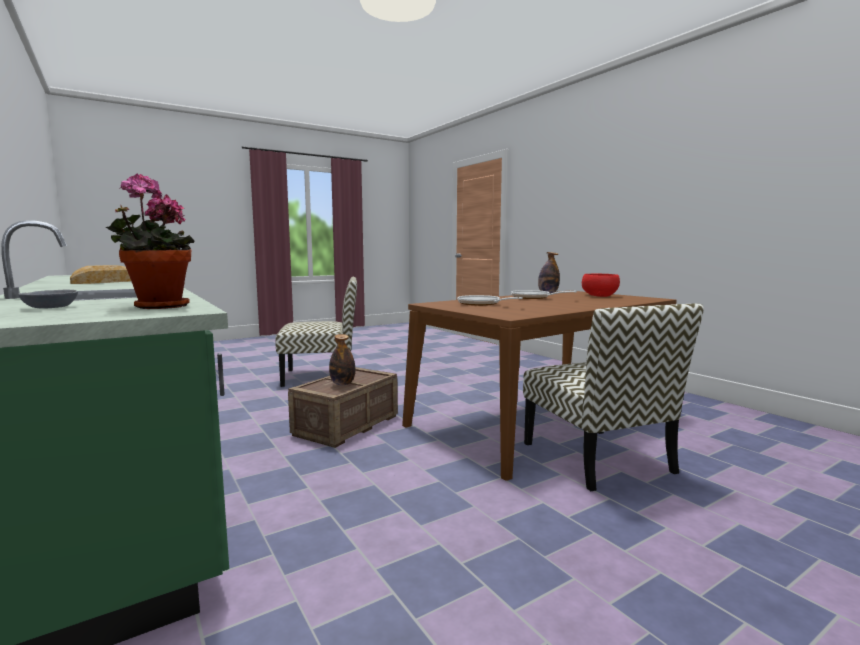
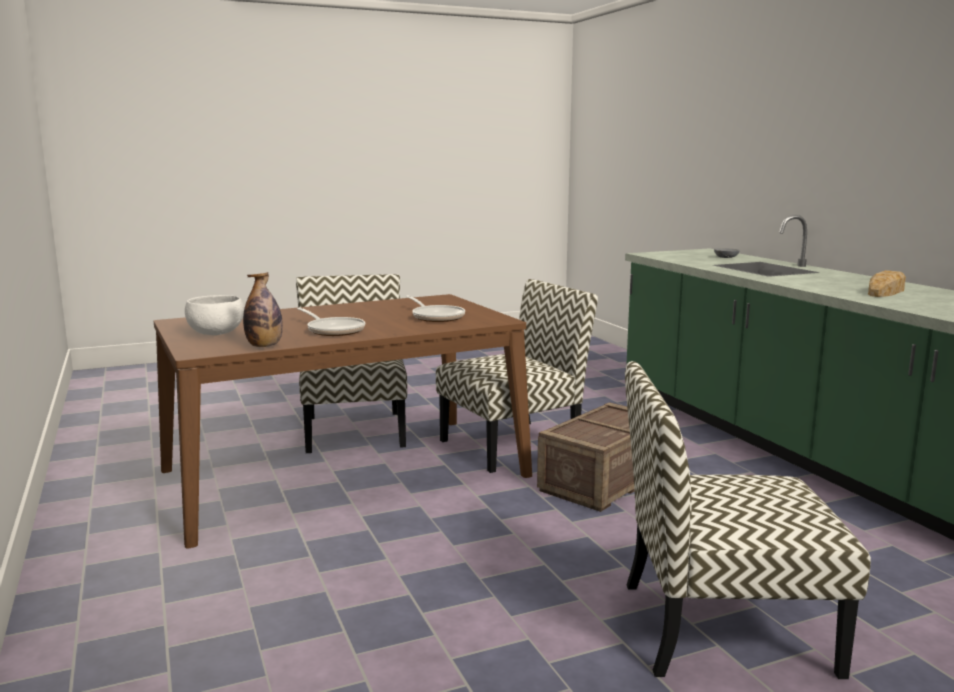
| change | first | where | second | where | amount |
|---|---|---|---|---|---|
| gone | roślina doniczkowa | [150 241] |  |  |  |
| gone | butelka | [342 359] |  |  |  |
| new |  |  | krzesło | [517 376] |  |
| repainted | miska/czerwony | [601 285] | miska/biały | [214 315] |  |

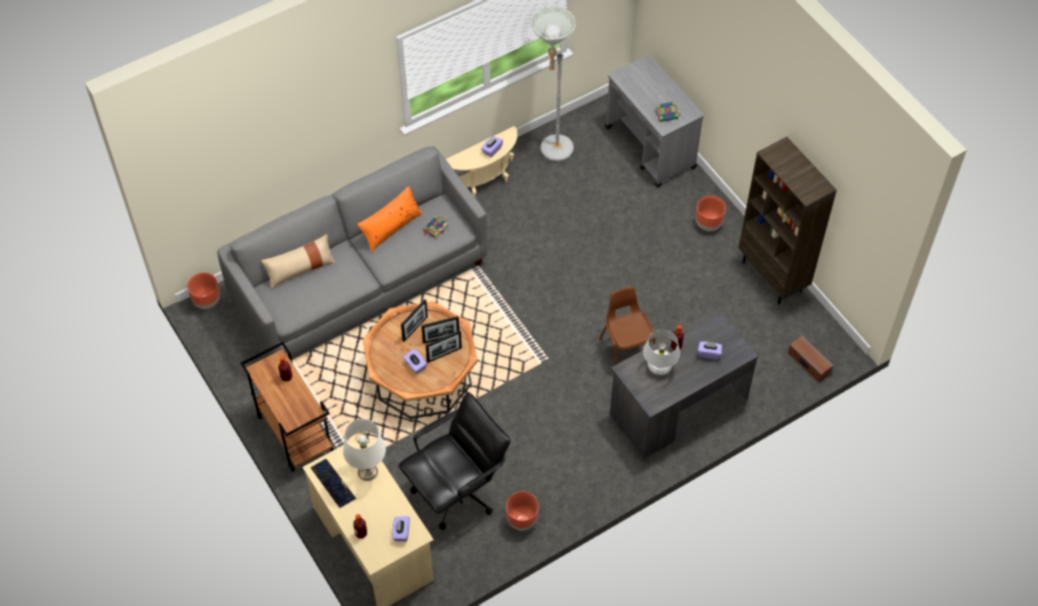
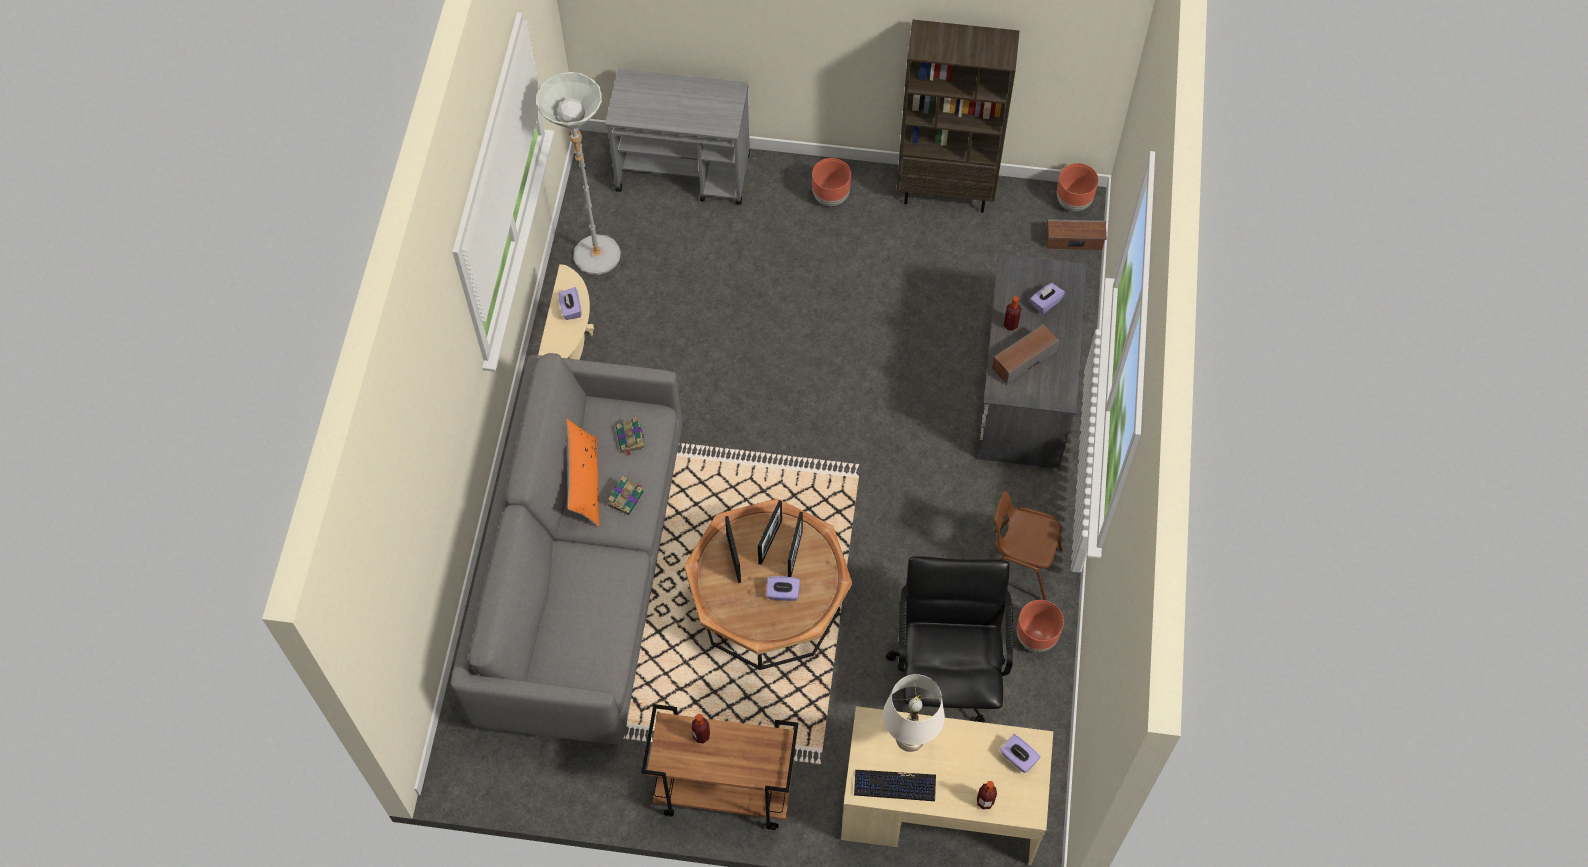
| change | first | where | second | where | amount |
|---|---|---|---|---|---|
| gone | poduszka/beżowy | [298 261] |  |  |  |
| shifted | donica/brązowy | [203 291] |  | [1078 187] |  |
| shifted | krzesło/brązowy | [627 326] |  | [1028 546] |  |
| shifted | książka | [668 111] |  | [625 495] |  |
| swapped | lampa stołowa/biały | [661 352] | głośnik | [1026 354] |  |

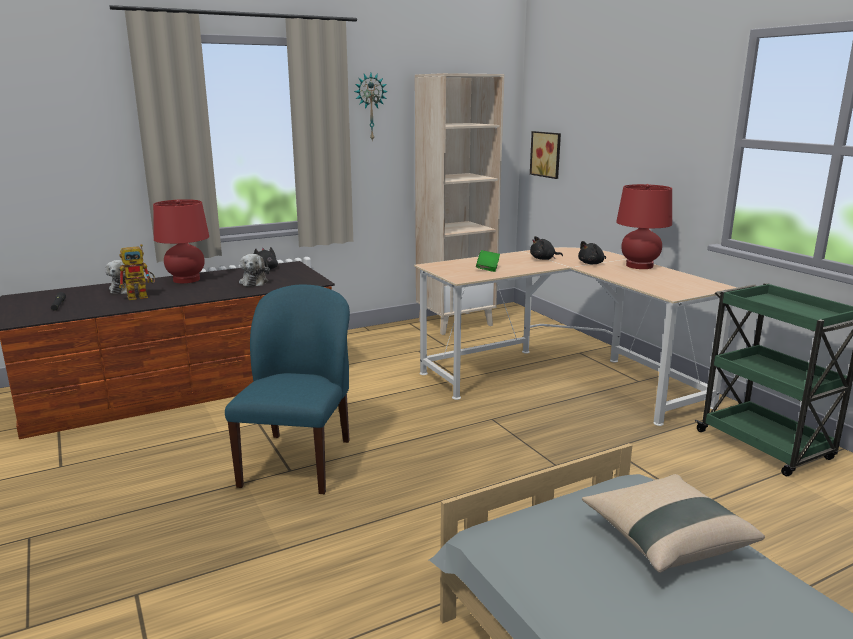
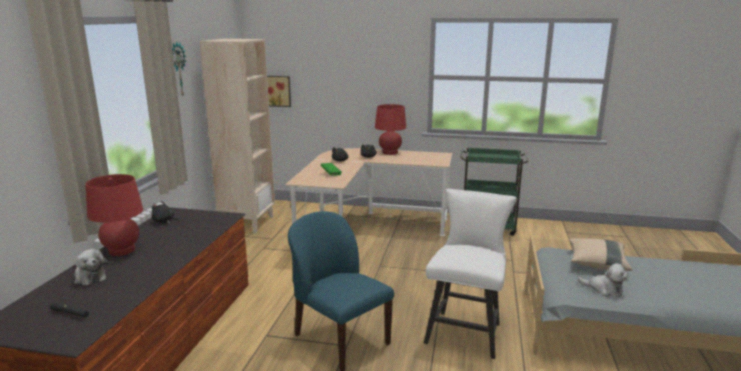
| change | first | where | second | where | amount |
|---|---|---|---|---|---|
| gone | robot zabawkowy | [137 272] |  |  |  |
| new |  |  | krzesło/biały | [470 274] |  |
| shifted | pluszak | [254 270] |  | [603 280] |  |

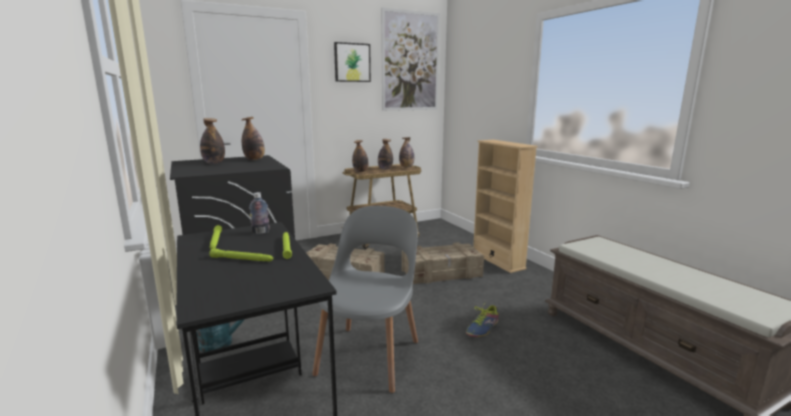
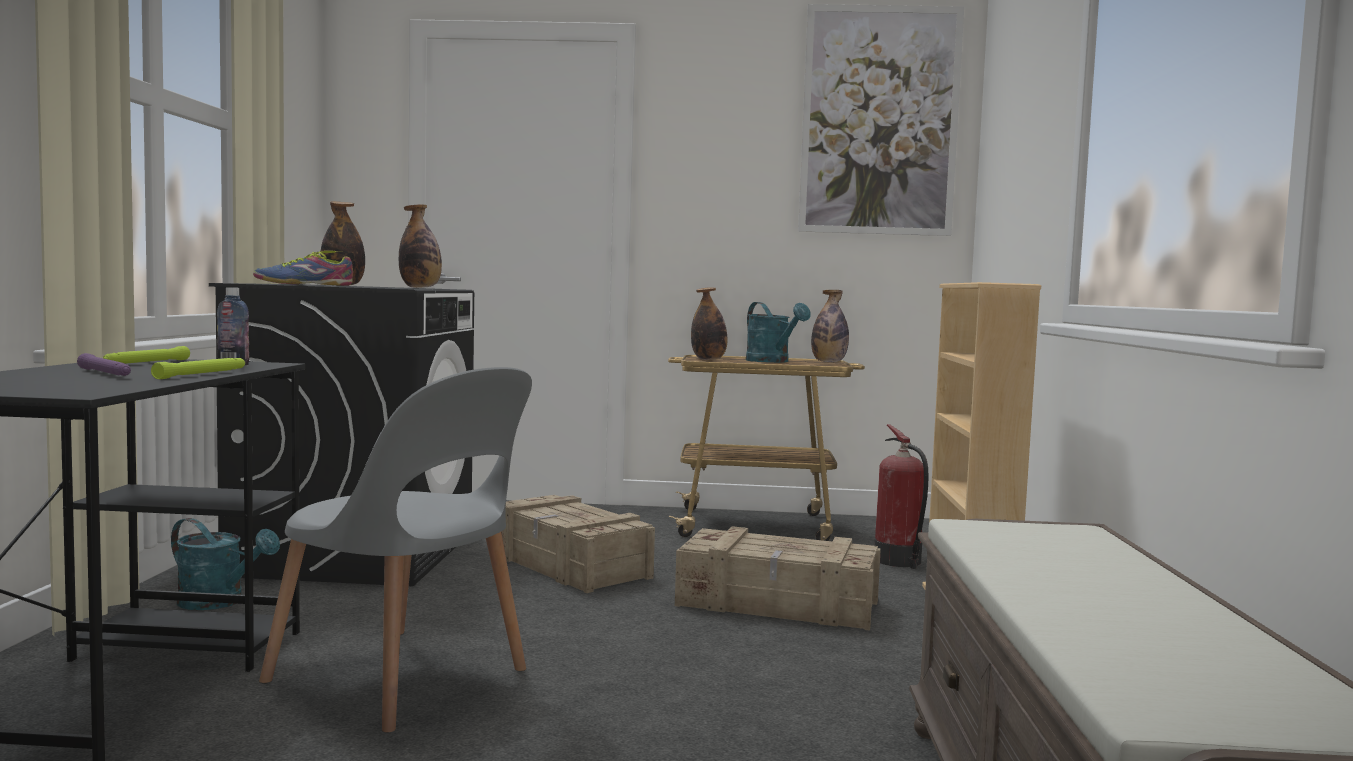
| change | first | where | second | where | amount |
|---|---|---|---|---|---|
| gone | obraz | [352 62] |  |  |  |
| new |  |  | gaśnica | [901 496] |  |
| shifted | but | [482 319] |  | [303 268] |  |
| swapped | butelka | [385 154] | konewka/turkusowy | [778 332] |  |
| repainted | latarka/zielony | [241 254] | latarka/fioletowy | [104 364] |  |
| rotated | krzesło/szary | [365 299] |  | [395 550] | 75 degrees clockwise |

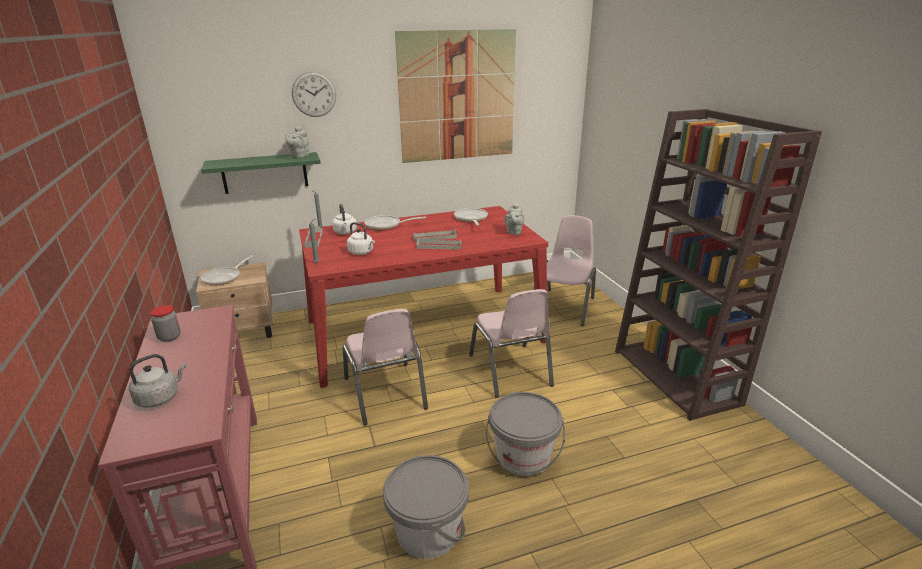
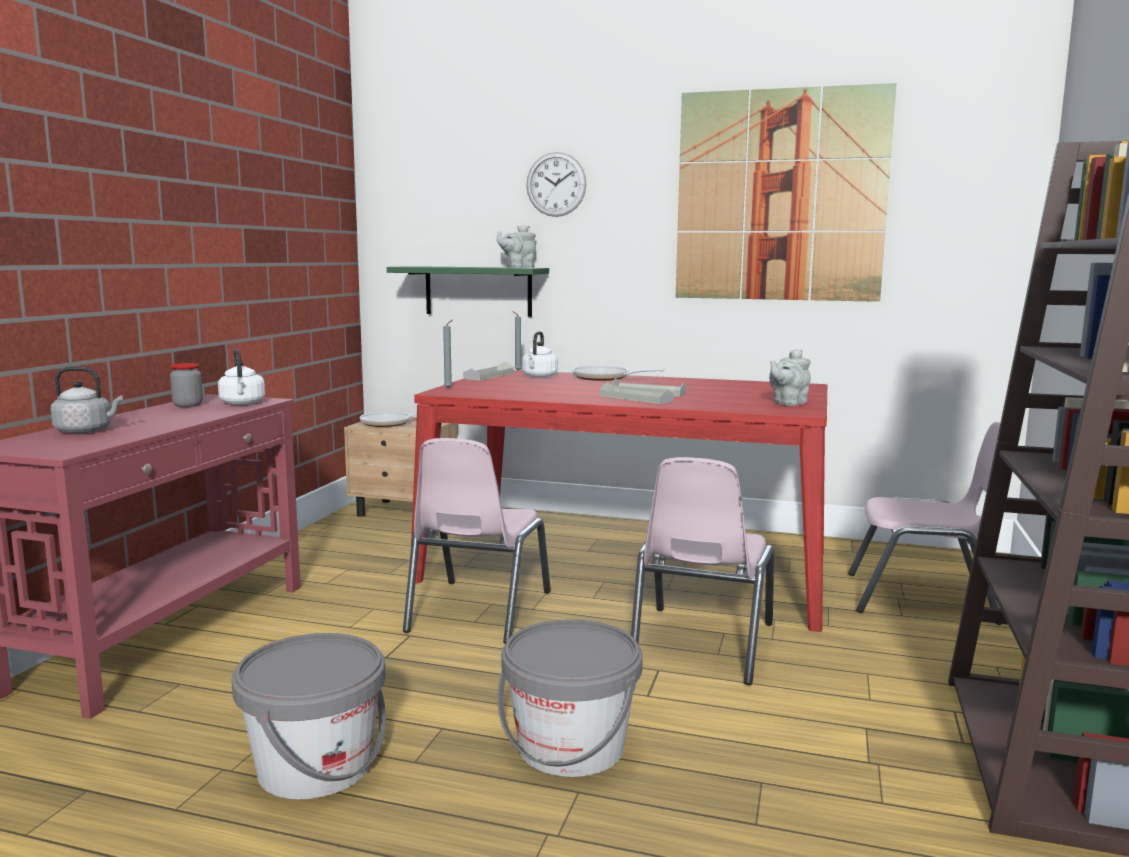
| change | first | where | second | where | amount |
|---|---|---|---|---|---|
| gone | patelnia | [471 217] |  |  |  |
| shifted | czajnik/biały | [361 238] |  | [241 377] |  |
| rotated | krzesło/różowy | [565 270] |  | [924 523] | 45 degrees clockwise |

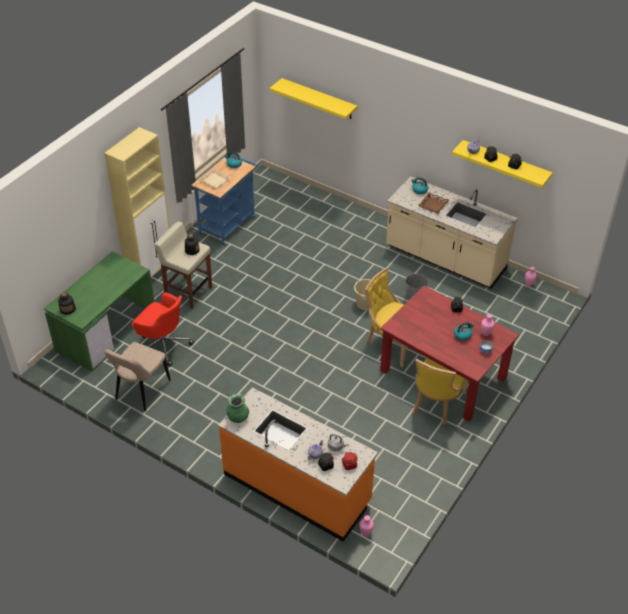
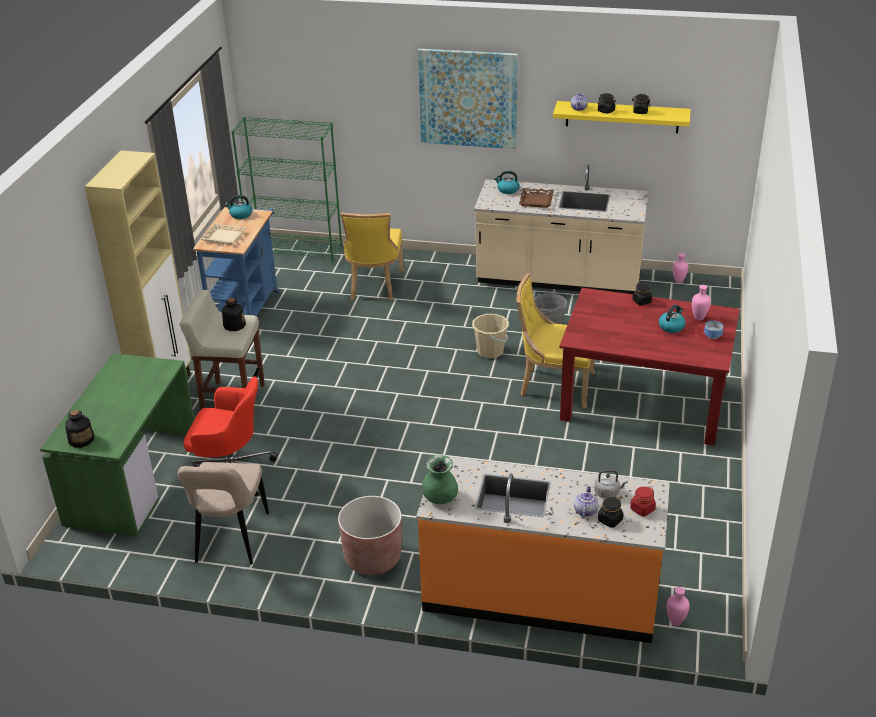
| change | first | where | second | where | amount |
|---|---|---|---|---|---|
| gone | półka/żółty | [314 98] |  |  |  |
| new |  |  | regał/zielony | [286 190] |  |
| new |  |  | donica/brązowy | [370 535] |  |
| new |  |  | obraz | [468 99] |  |
| shifted | krzesło/żółty | [440 391] |  | [372 256] |  |

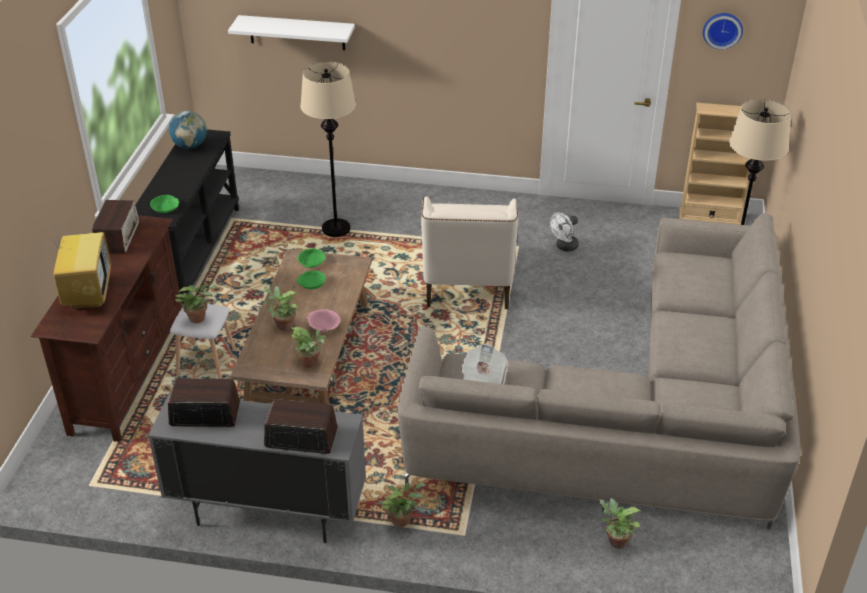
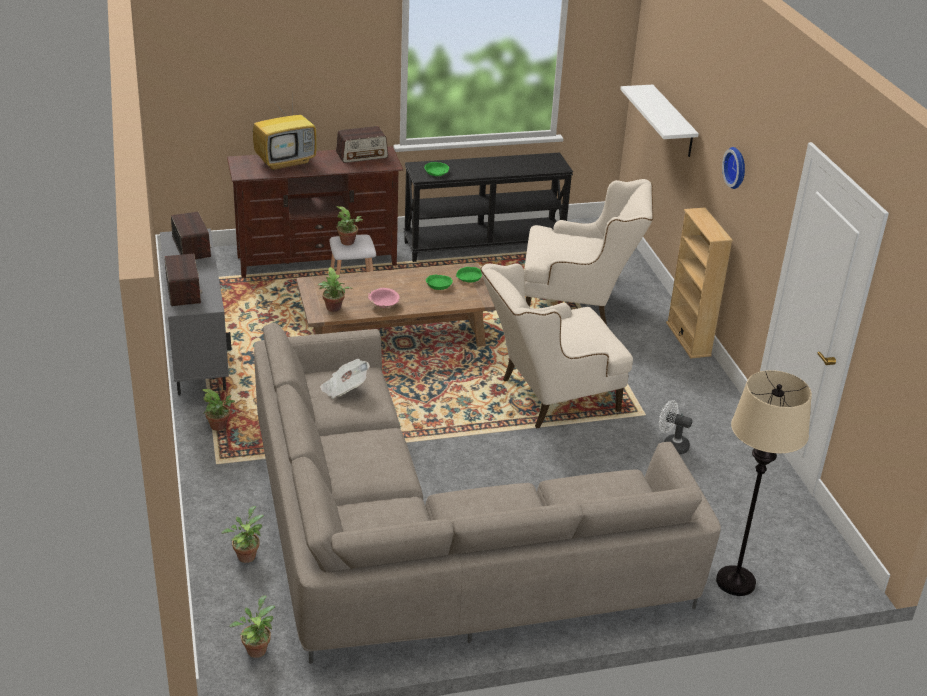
| change | first | where | second | where | amount |
|---|---|---|---|---|---|
| gone | globus | [187 130] |  |  |  |
| shifted | roślina doniczkowa | [281 308] |  | [252 626] |  |
| shifted | regał/beżowy | [715 164] |  | [699 283] |  |
| shifted | zegar ścienny | [723 31] |  | [733 168] |  |
| swapped | lampa stojąca/beżowy | [328 149] | fotel/beżowy | [588 252] |  |

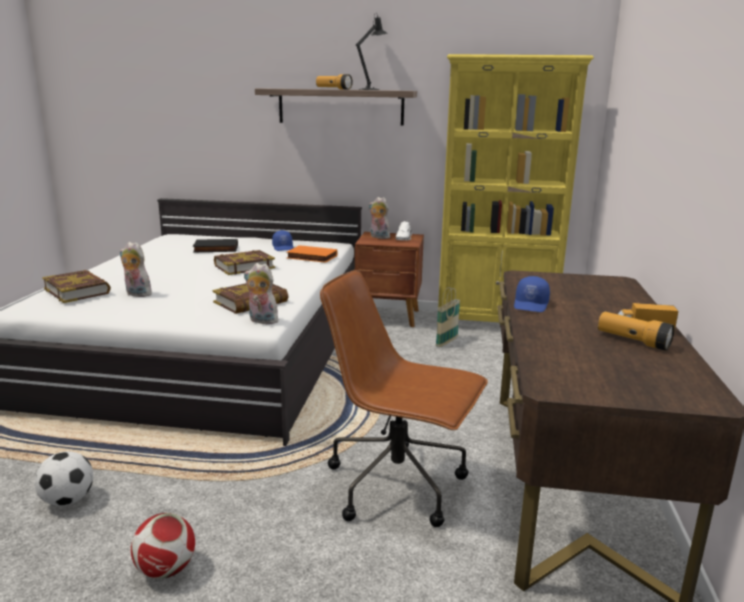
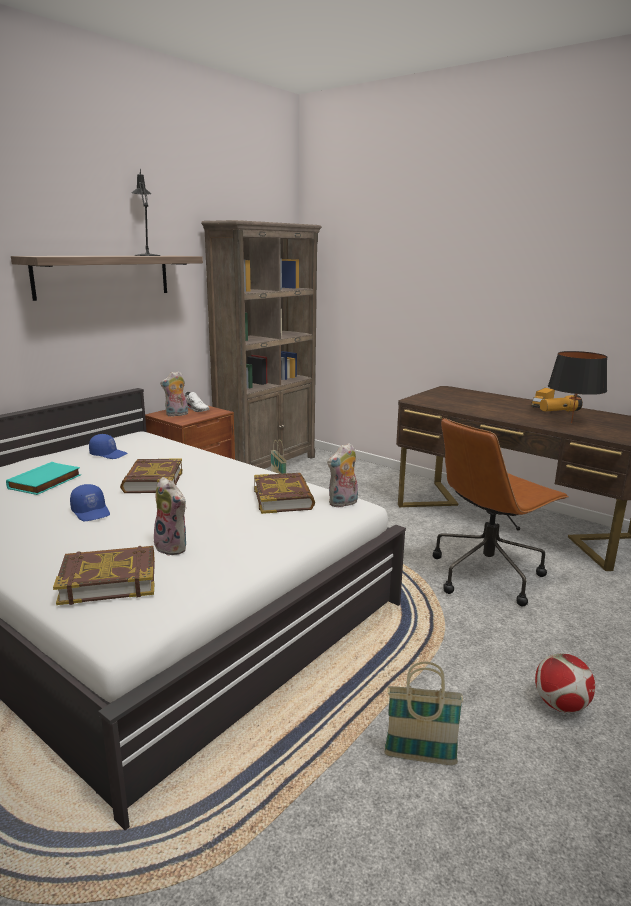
| change | first | where | second | where | amount |
|---|---|---|---|---|---|
| gone | książka/pomarańczowy | [312 254] |  |  |  |
| gone | latarka | [334 82] |  |  |  |
| new |  |  | lampa stołowa/czarny | [577 387] |  |
| shifted | czapka z daszkiem/niebieski | [532 294] |  | [90 502] |  |
| swapped | piłka futbolowa | [64 478] | koszyk | [423 713] |  |
| repainted | książka/czarny | [215 245] | książka/turkusowy | [43 478] |  |
| repainted | regał/żółty | [516 188] | regał/brązowy | [261 344] |  |
| rotated | pluszak | [136 269] |  | [170 516] | 105 degrees counterclockwise |

